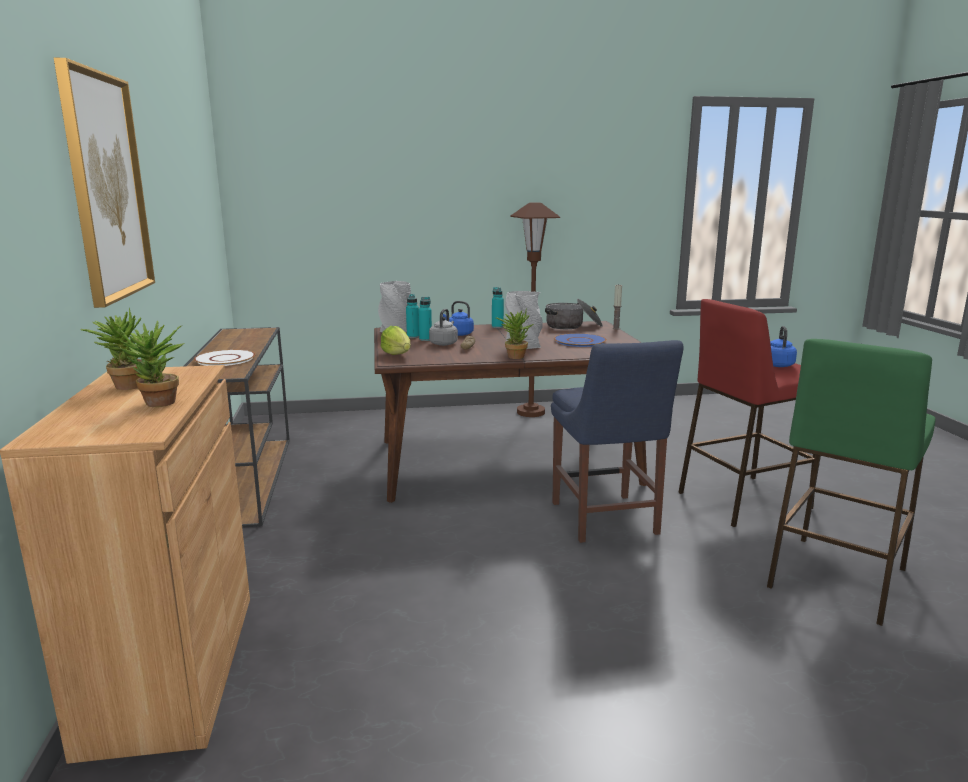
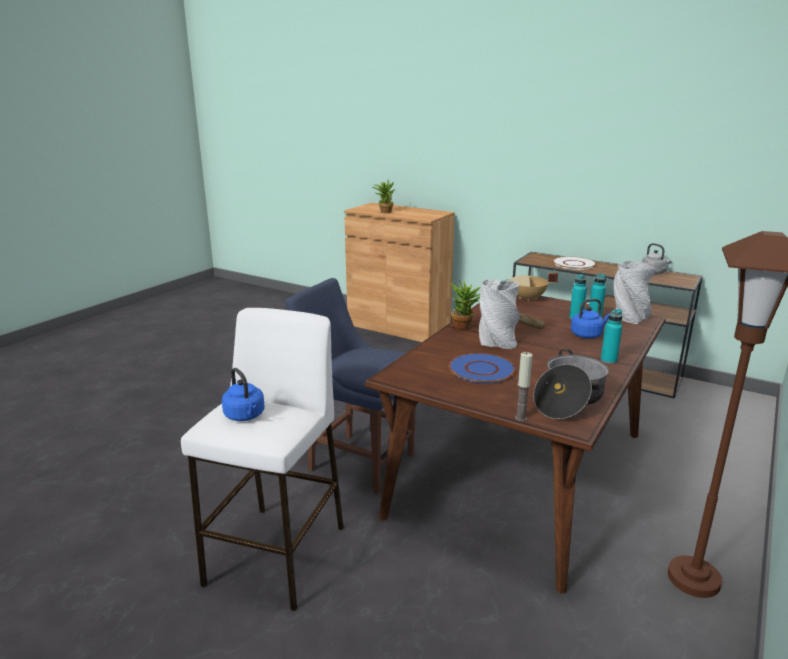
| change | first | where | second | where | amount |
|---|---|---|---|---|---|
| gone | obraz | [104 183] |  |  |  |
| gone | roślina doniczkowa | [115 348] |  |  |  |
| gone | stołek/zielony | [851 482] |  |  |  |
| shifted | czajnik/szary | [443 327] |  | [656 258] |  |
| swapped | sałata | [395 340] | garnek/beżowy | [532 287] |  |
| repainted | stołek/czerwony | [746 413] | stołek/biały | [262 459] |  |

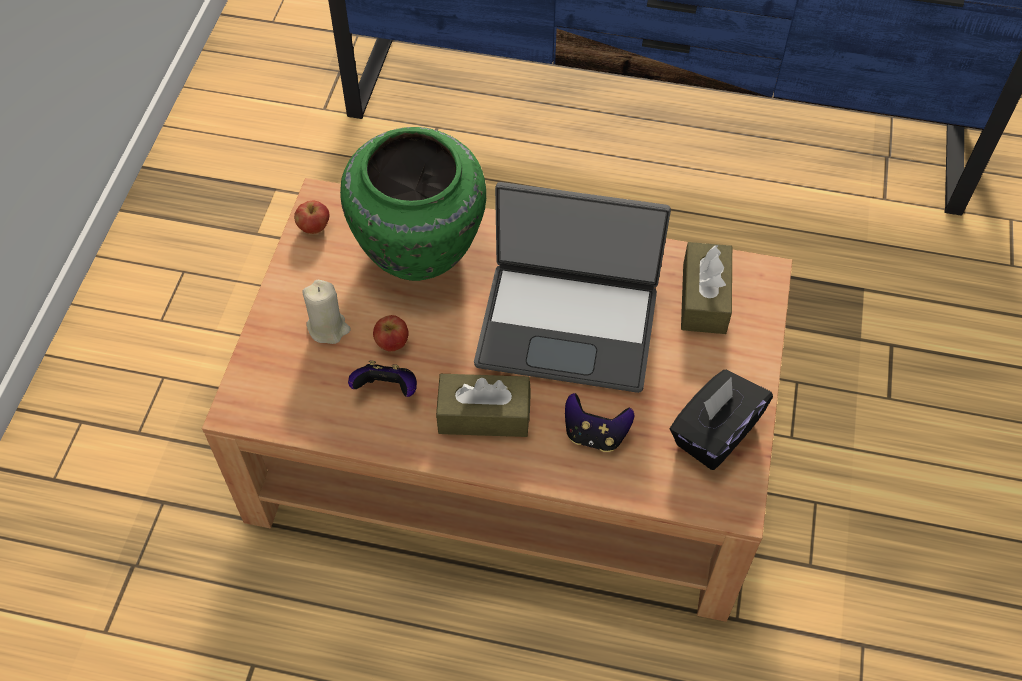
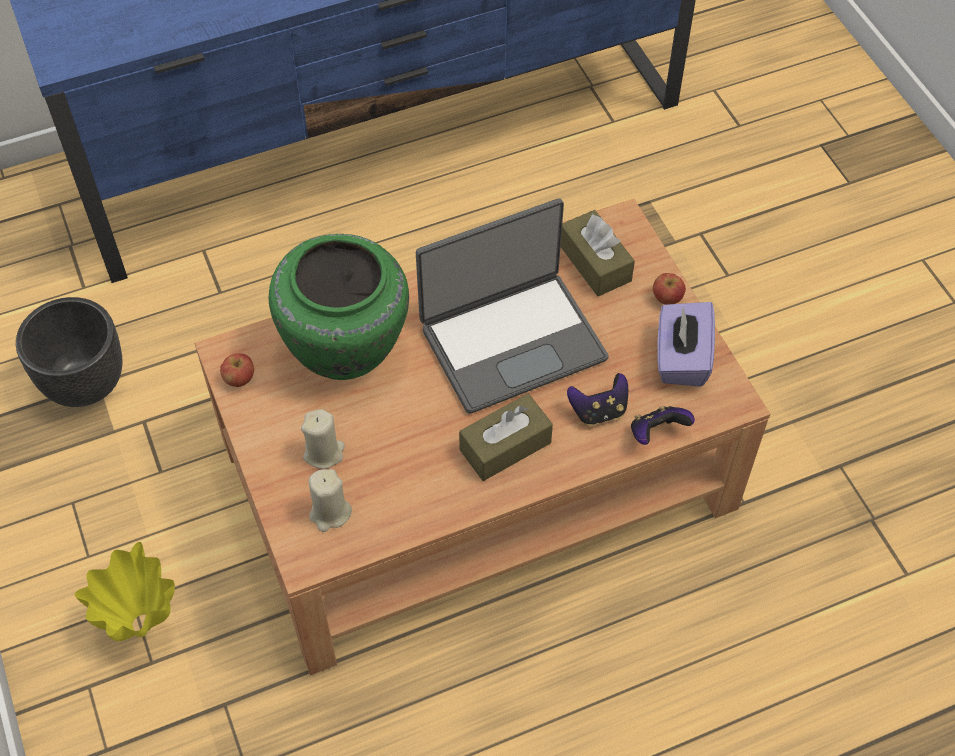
| change | first | where | second | where | amount |
|---|---|---|---|---|---|
| new |  |  | donica/czarny | [69 352] |  |
| new |  |  | wazon/żółty | [124 591] |  |
| new |  |  | świeca/beżowy | [330 500] |  |
| shifted | pad do gier | [382 378] |  | [663 425] |  |
| shifted | jabłko | [391 333] |  | [669 289] |  |
| repainted | pudełko chusteczek/czarny | [721 420] | pudełko chusteczek/fioletowy | [686 344] |  |

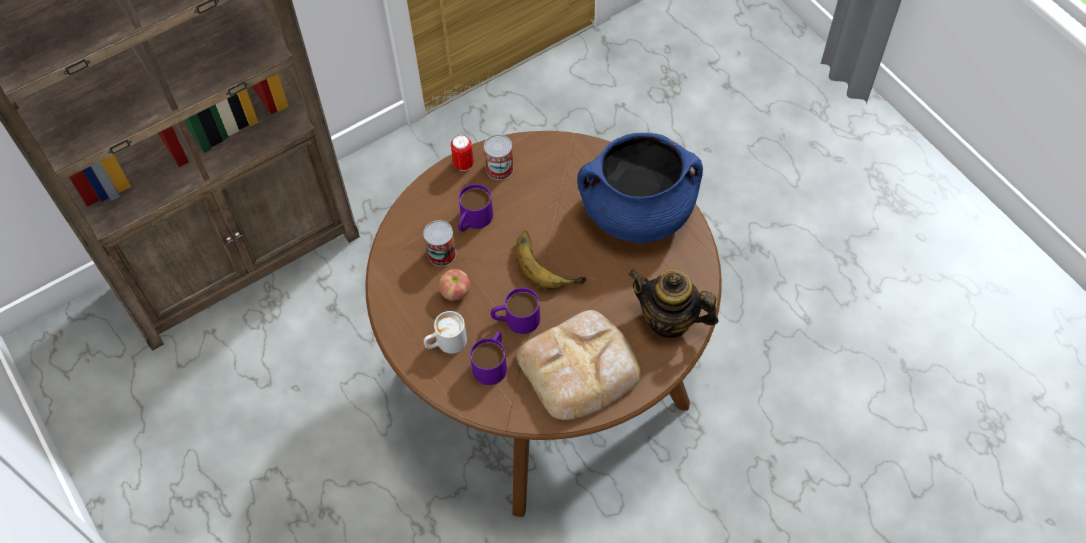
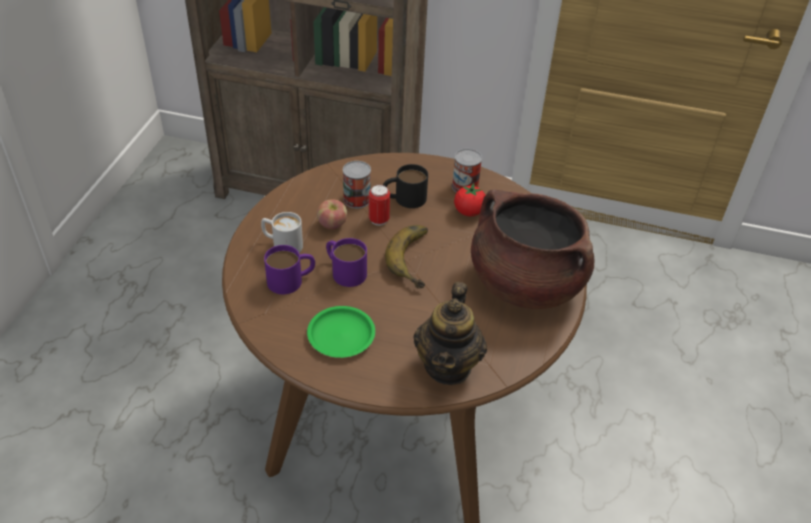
| change | first | where | second | where | amount |
|---|---|---|---|---|---|
| new |  |  | pomidor | [469 199] |  |
| shifted | puszka | [462 153] |  | [379 205] |  |
| swapped | chleb | [579 365] | talerz/zielony | [341 332] |  |
| repainted | kubek/fioletowy | [475 208] | kubek/czarny | [405 186] |  |
| repainted | garnek/niebieski | [640 188] | garnek/brązowy | [532 249] |  |
| rotated | imbryk | [673 304] |  | [450 333] | 150 degrees counterclockwise |

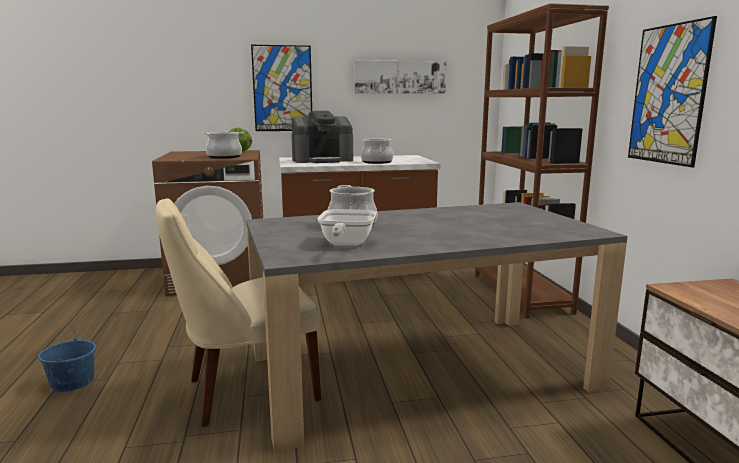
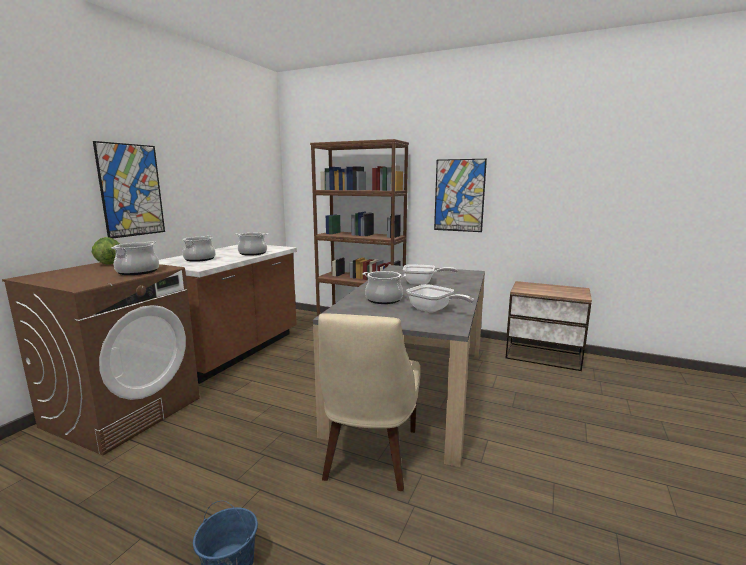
| change | first | where | second | where | amount |
|---|---|---|---|---|---|
| gone | obraz | [400 77] |  |  |  |
| new |  |  | patelnia | [430 274] |  |
| swapped | ekspres do kawy | [322 137] | garnek | [199 249] |  |

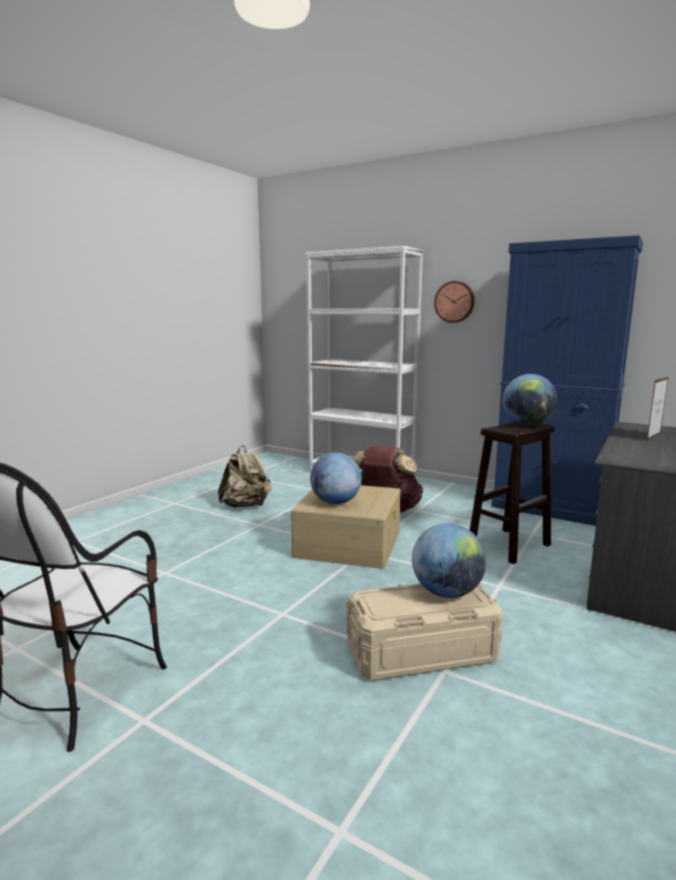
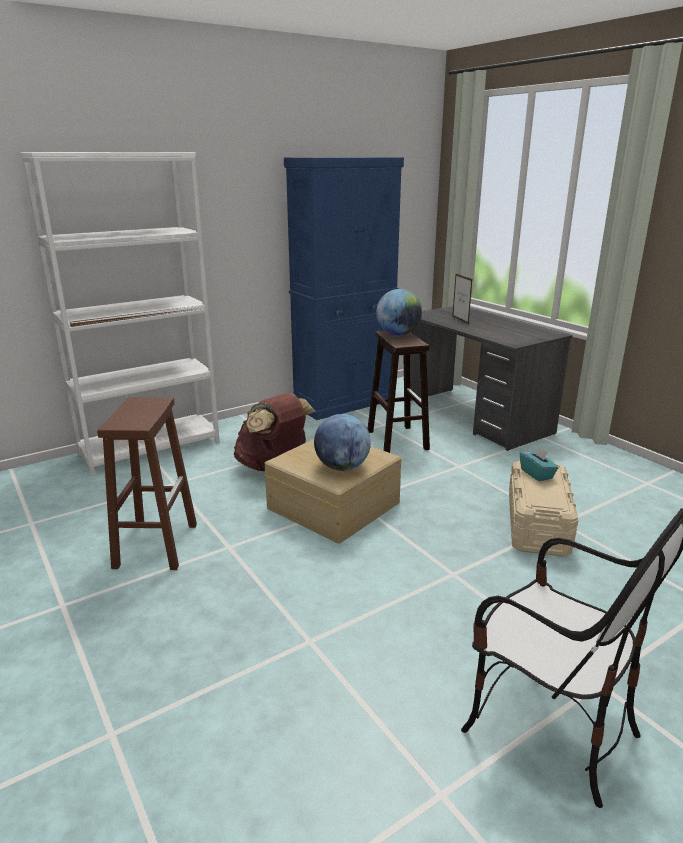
| change | first | where | second | where | amount |
|---|---|---|---|---|---|
| gone | zegar ścienny | [454 302] |  |  |  |
| swapped | plecak/beżowy | [245 476] | stołek/brązowy | [147 483] |  |
| swapped | globus | [449 560] | pudełko chusteczek/turkusowy | [539 463] |  |

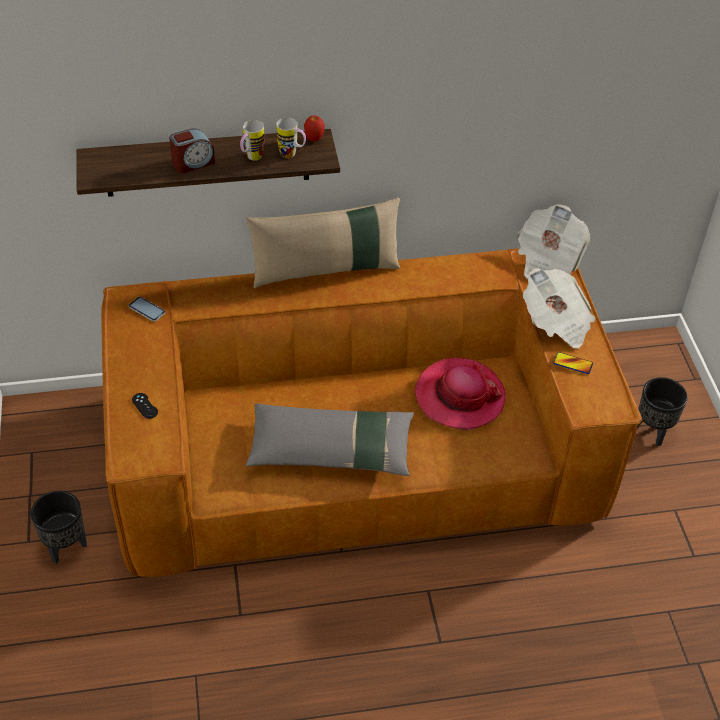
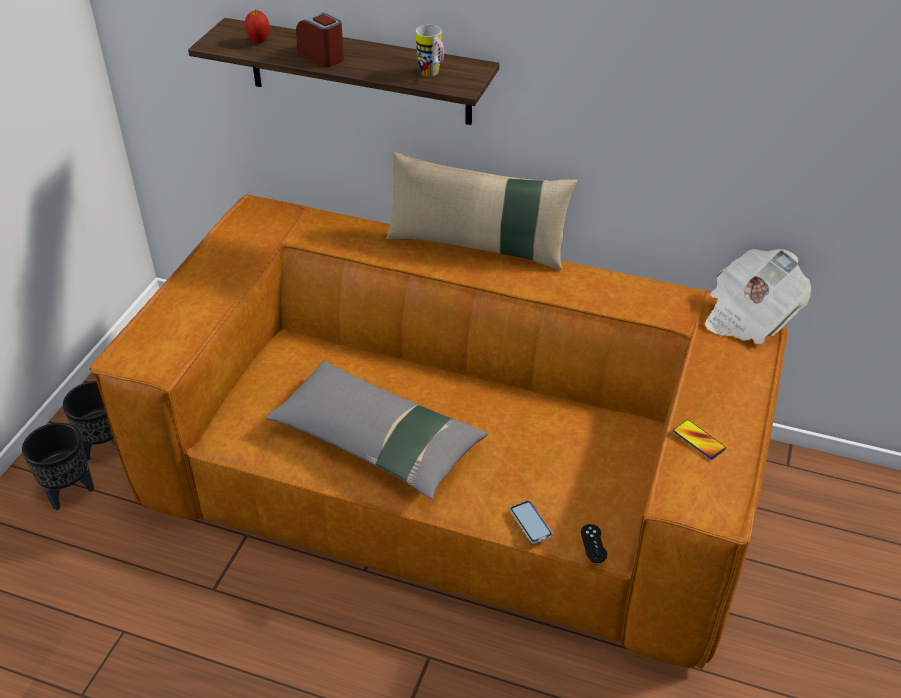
| change | first | where | second | where | amount |
|---|---|---|---|---|---|
| gone | kubek | [252 140] |  |  |  |
| gone | kapelusz | [460 394] |  |  |  |
| gone | gazeta | [559 308] |  |  |  |
| shifted | telefon | [147 309] |  | [531 522] |  |
| shifted | pad do gier/czarny | [145 406] |  | [594 543] |  |
| shifted | jabłko | [314 129] |  | [257 26] |  |
| shifted | donica/czarny | [662 411] |  | [58 466] |  |
| rotated | budzik | [192 150] |  | [320 40] | 135 degrees counterclockwise |

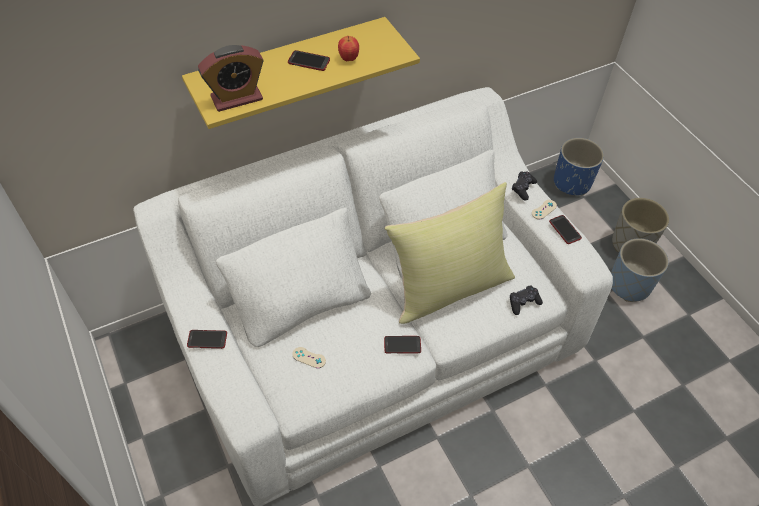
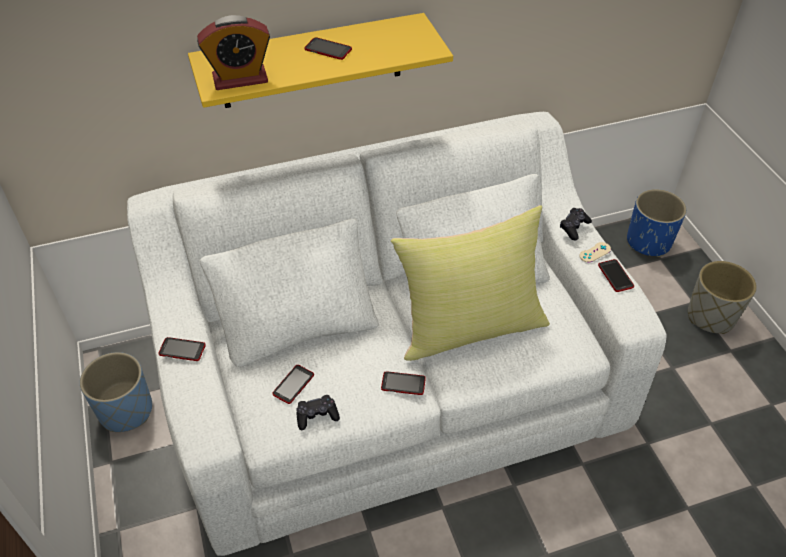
| change | first | where | second | where | amount |
|---|---|---|---|---|---|
| gone | jabłko | [348 48] |  |  |  |
| shifted | pad do gier/czarny | [526 300] |  | [318 412] |  |
| shifted | donica/niebieski | [640 270] |  | [116 392] |  |
| swapped | pad do gier/beżowy | [309 357] | telefon | [293 384] |  |

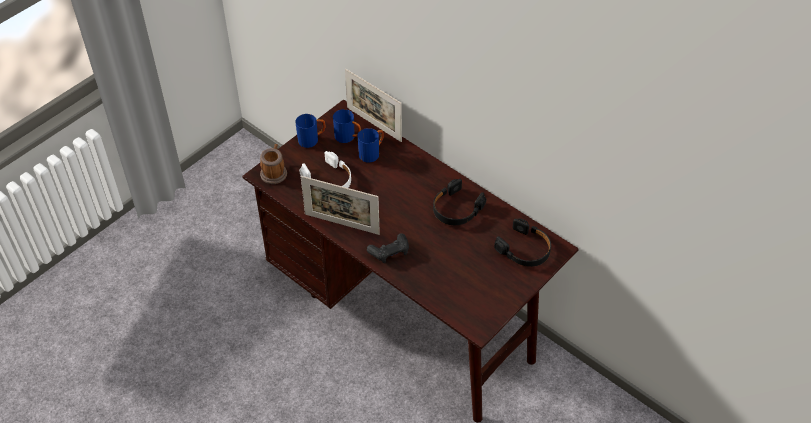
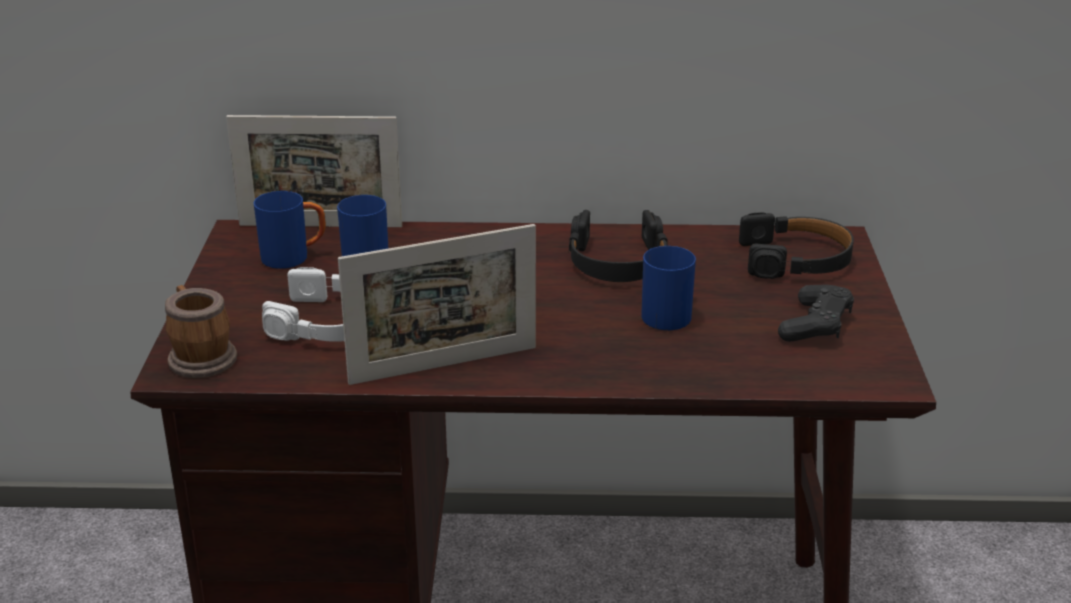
| change | first | where | second | where | amount |
|---|---|---|---|---|---|
| shifted | kubek/niebieski | [310 131] |  | [668 288] |  |
| shifted | pad do gier/czarny | [388 248] |  | [816 313] |  |

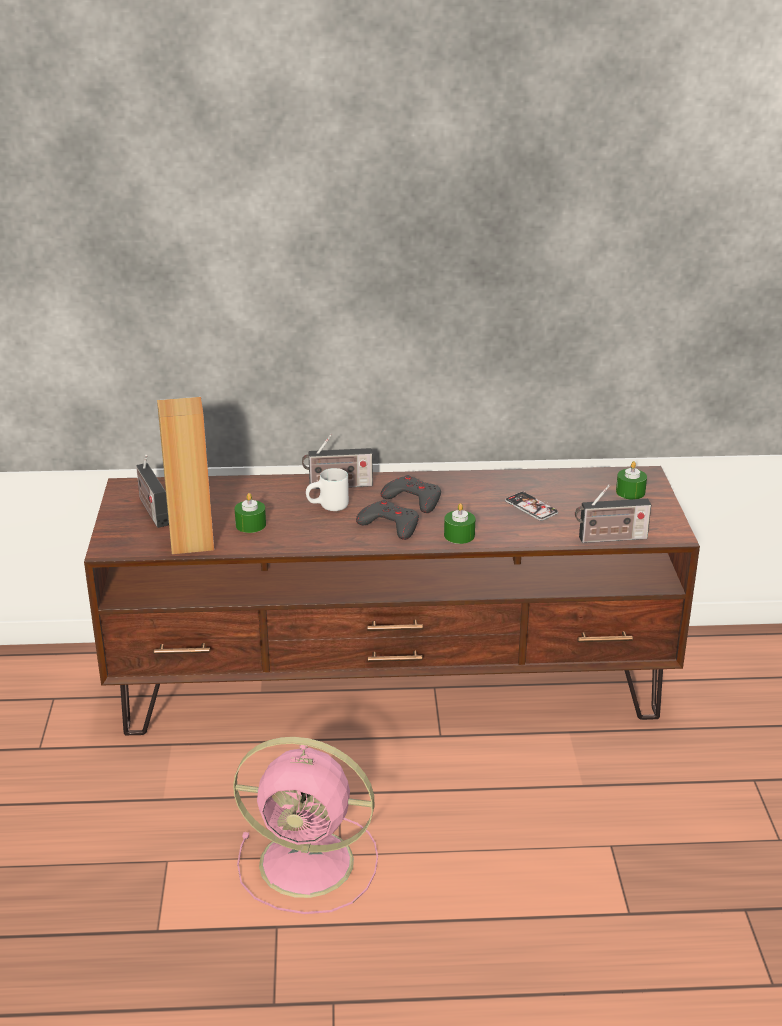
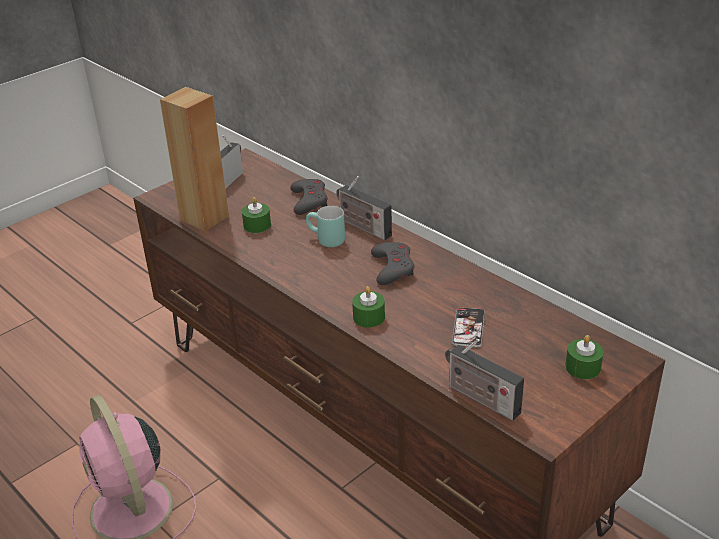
| change | first | where | second | where | amount |
|---|---|---|---|---|---|
| shifted | pad do gier/szary | [387 520] |  | [308 197] |  |
| repainted | kubek/biały | [327 489] | kubek/turkusowy | [325 226] |  |

